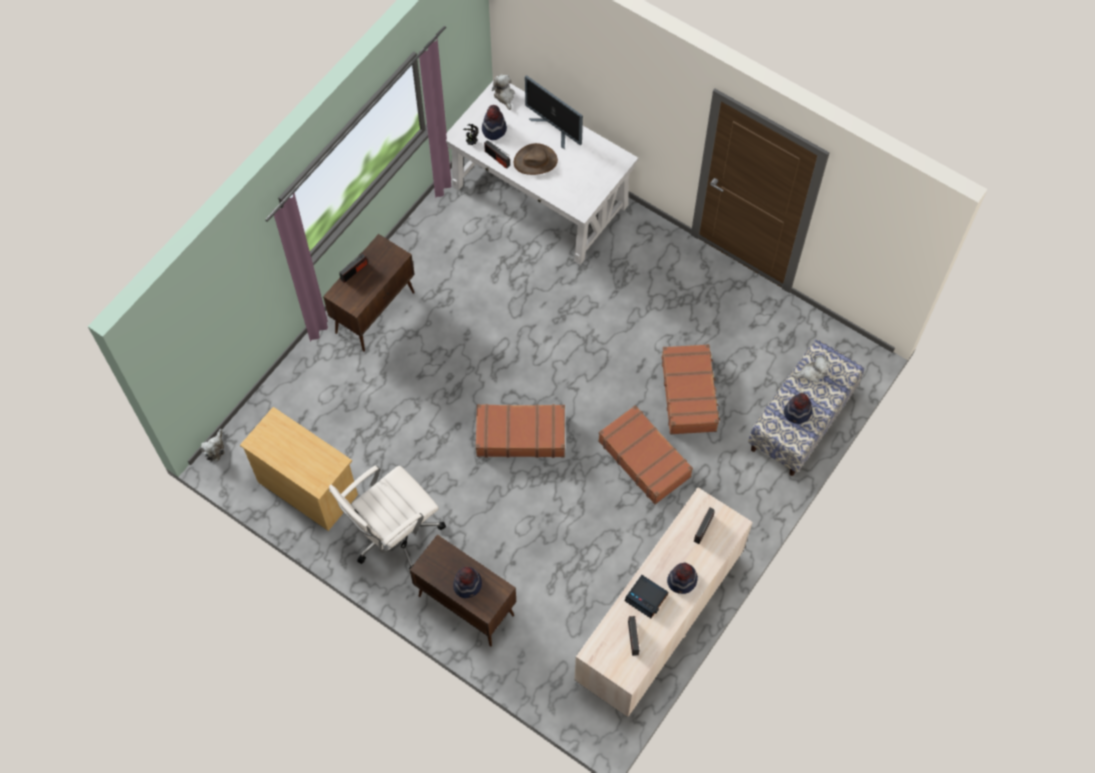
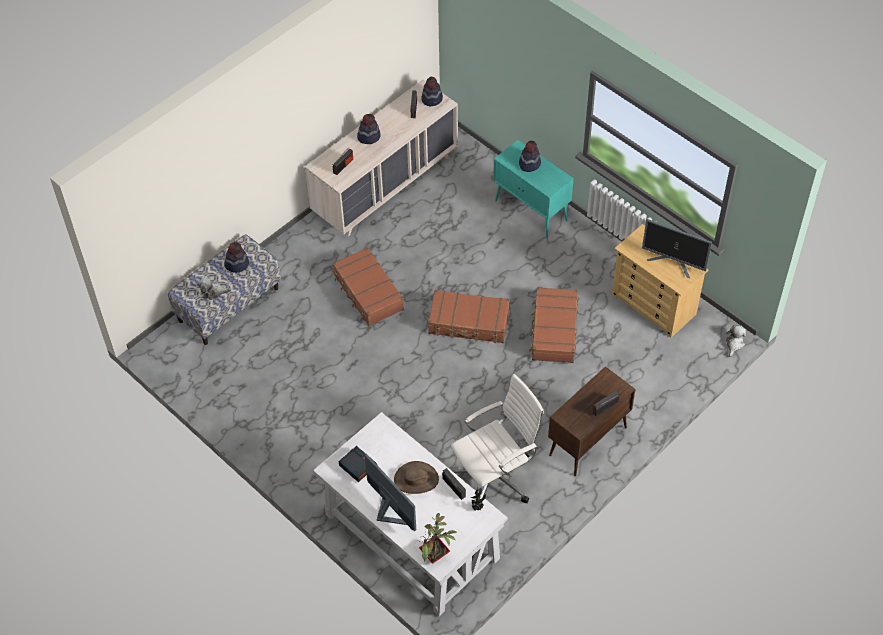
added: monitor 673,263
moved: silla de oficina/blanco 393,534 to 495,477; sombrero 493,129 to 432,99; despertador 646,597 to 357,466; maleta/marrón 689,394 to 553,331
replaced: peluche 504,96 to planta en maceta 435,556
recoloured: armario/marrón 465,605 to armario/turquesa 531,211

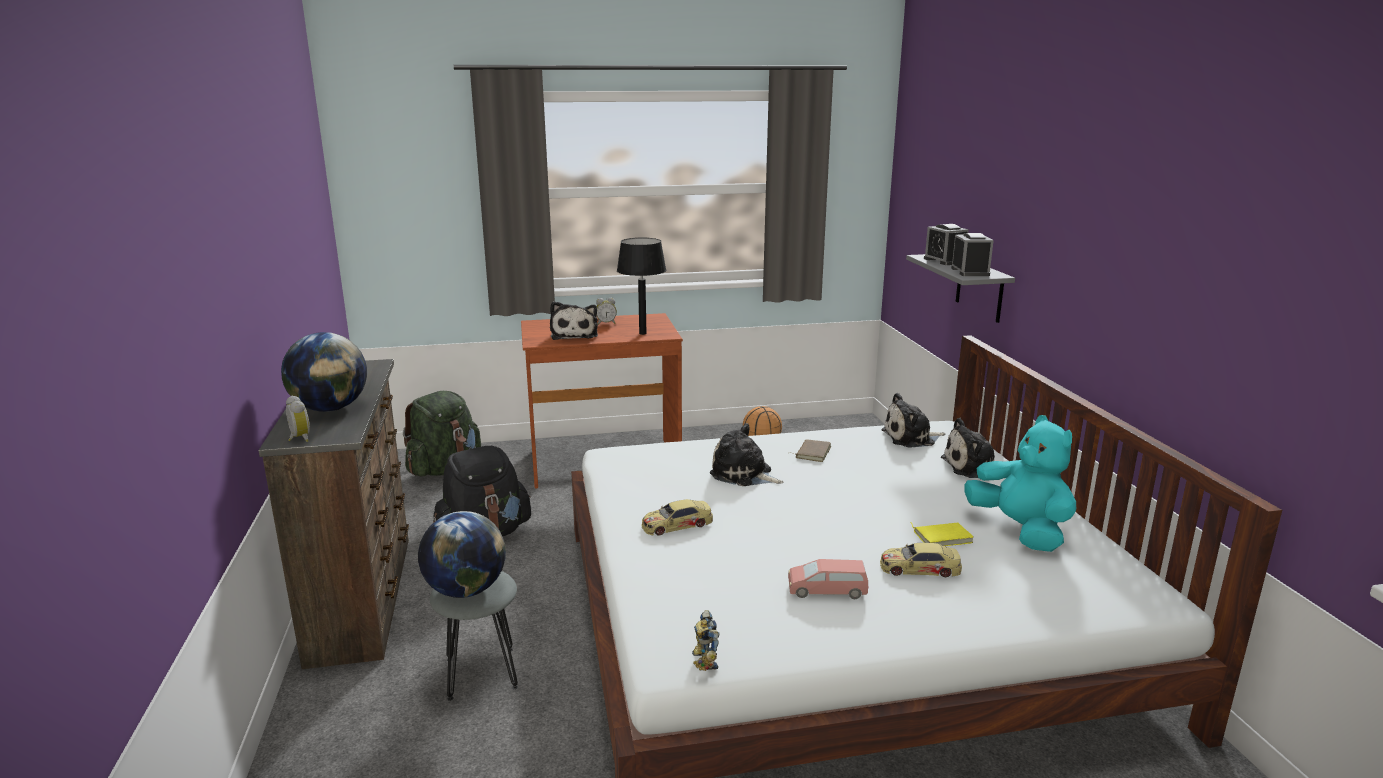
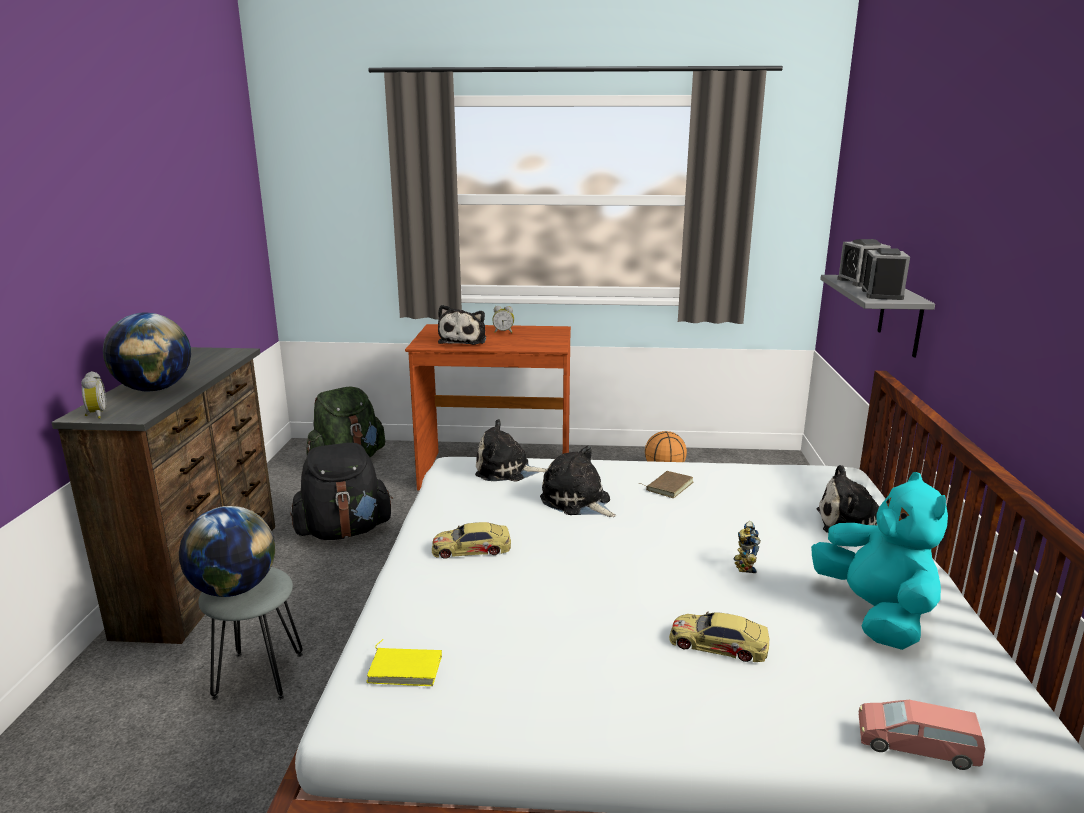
removed: lámpara de mesa/negro 642,333
moved: robot de juguete 702,661 to 742,566; coche de juguete/rosa 827,590 to 916,746; peluche 911,438 to 506,471; libro/amarillo 942,537 to 406,668

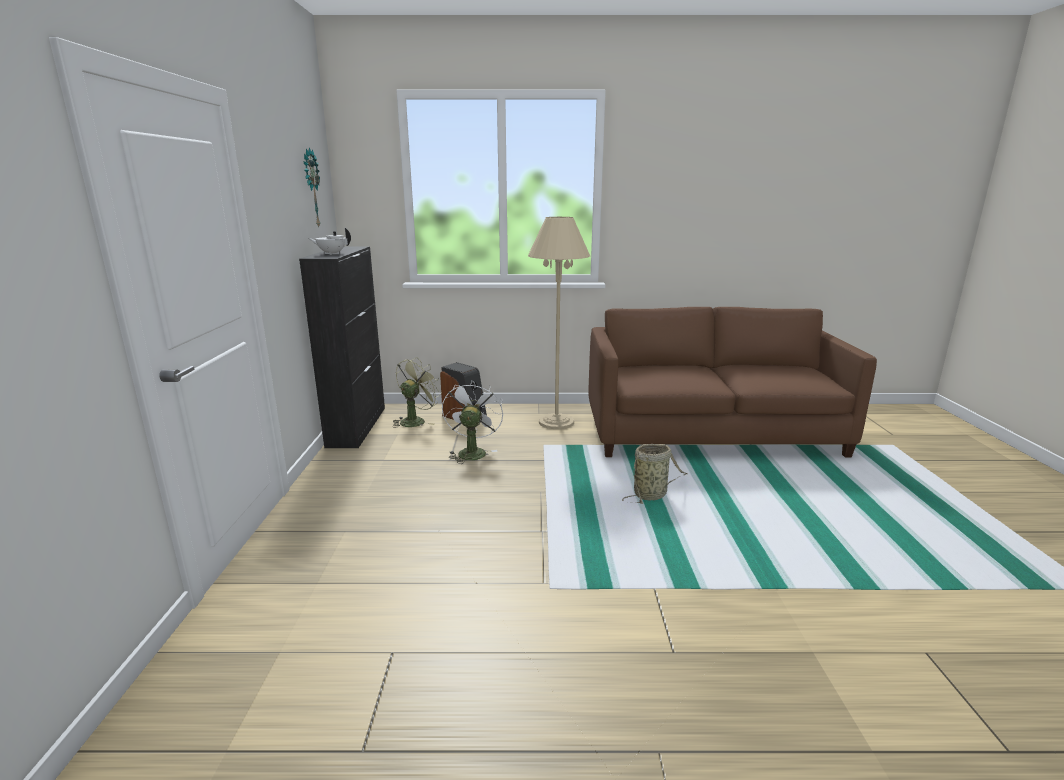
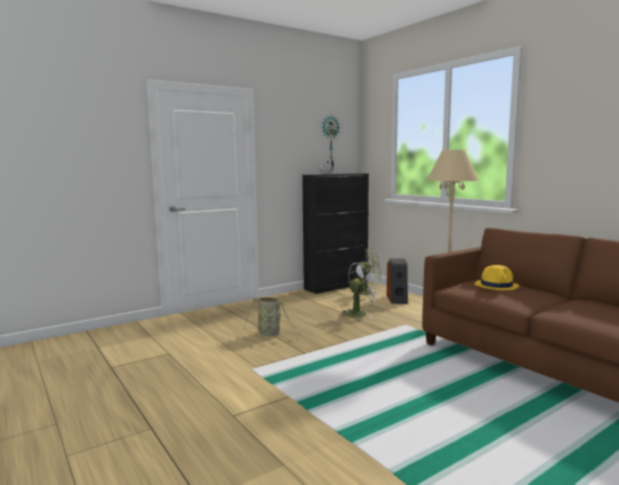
added: sombrero/amarillo 497,285
moved: cesta 651,494 to 271,333

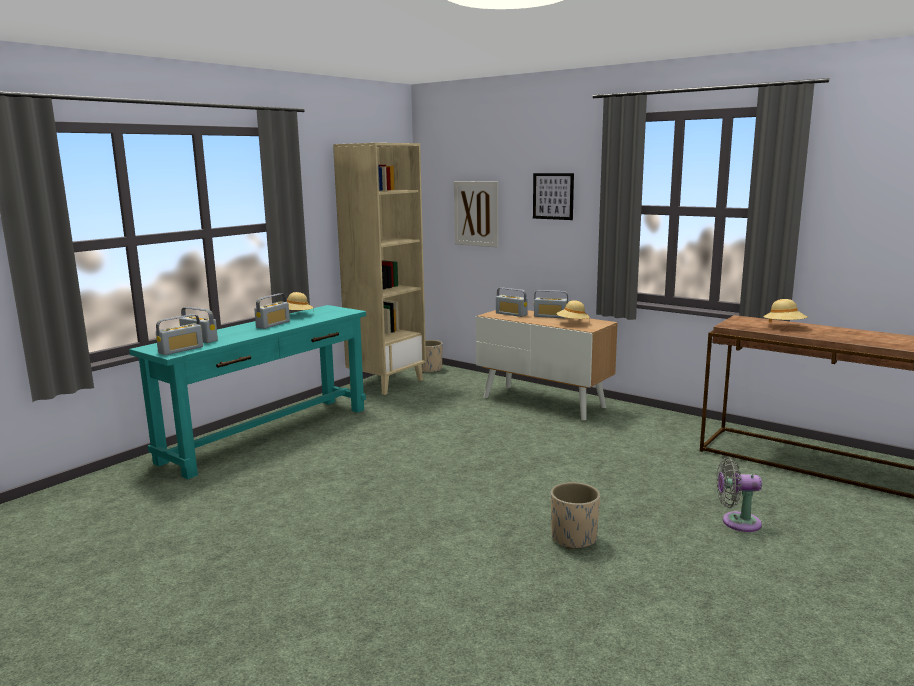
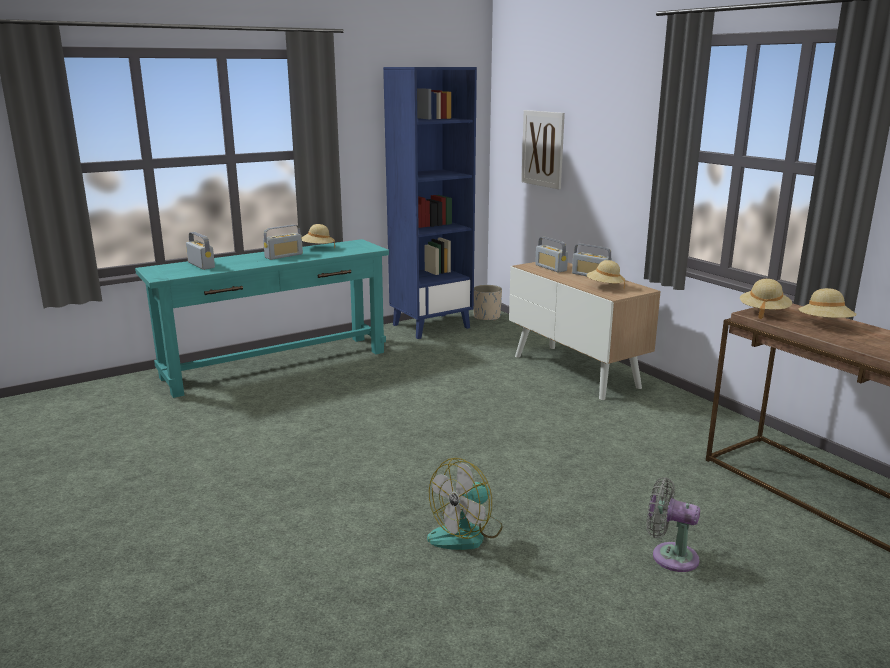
removed: radio 181,350; cuadro 553,196
added: sombrero/beis 763,312
replaced: maceta/beis 574,538 to ventilador 466,533
recoloured: estantería/beis 386,382 to estantería/azul 431,326

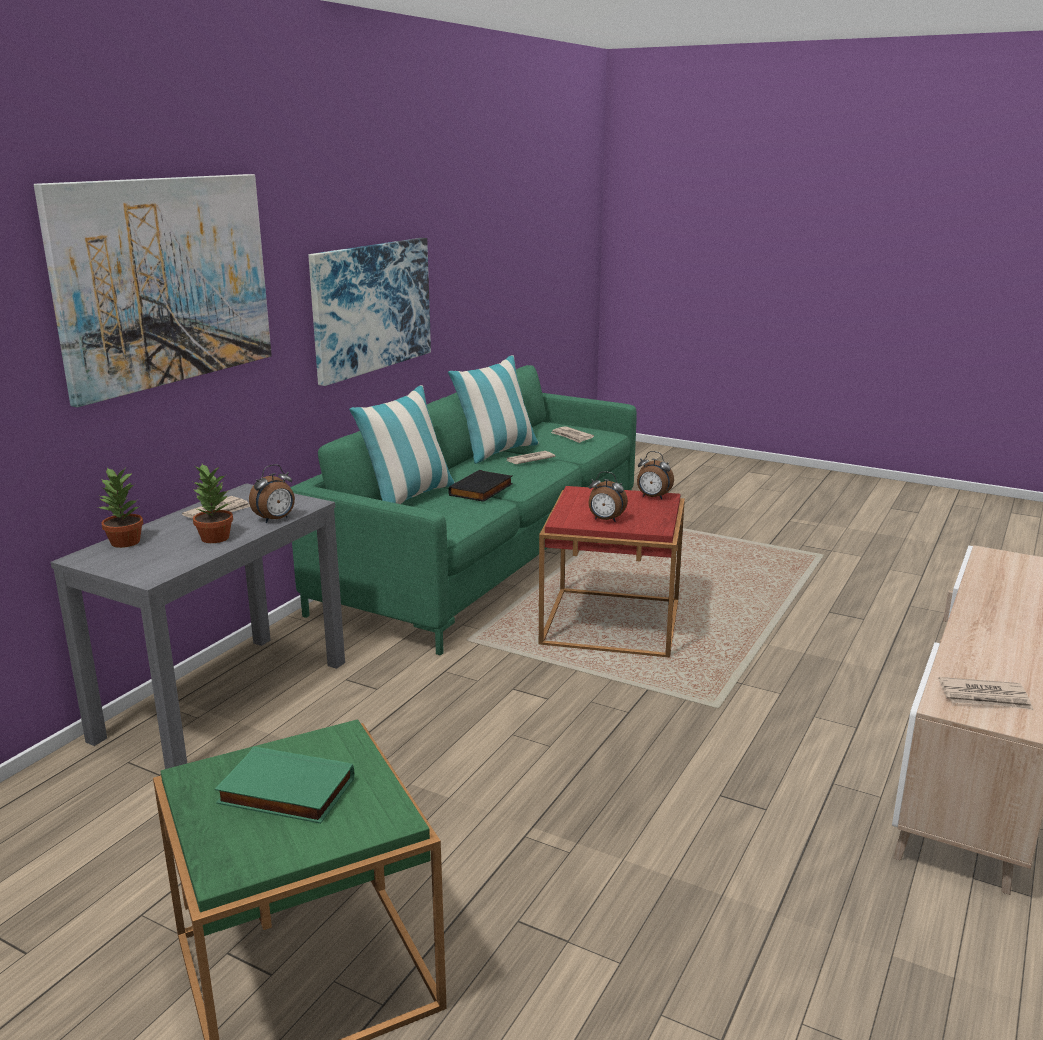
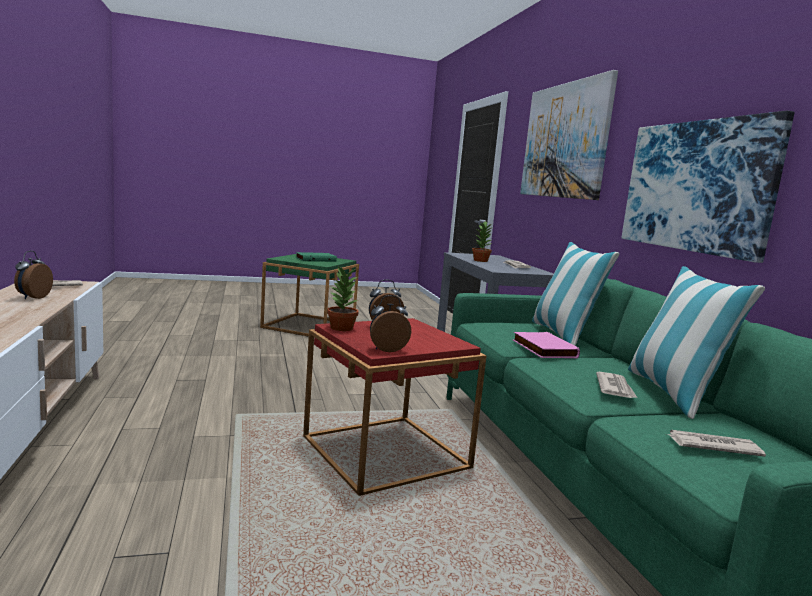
moved: planta en maceta 125,542 to 341,328; despertador 275,519 to 33,297
recoloured: libro/negro 482,490 to libro/rosa 542,349

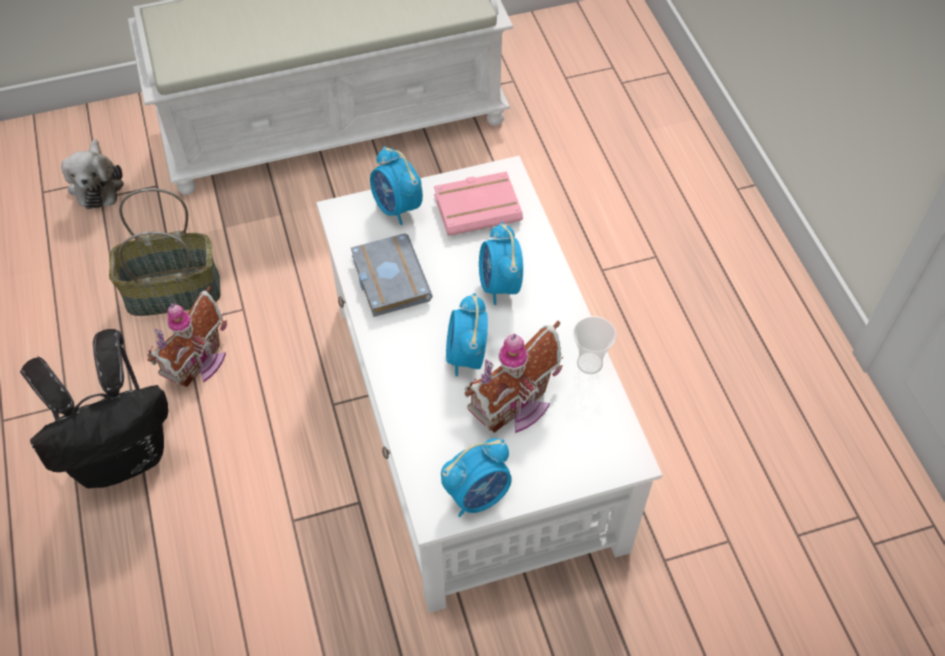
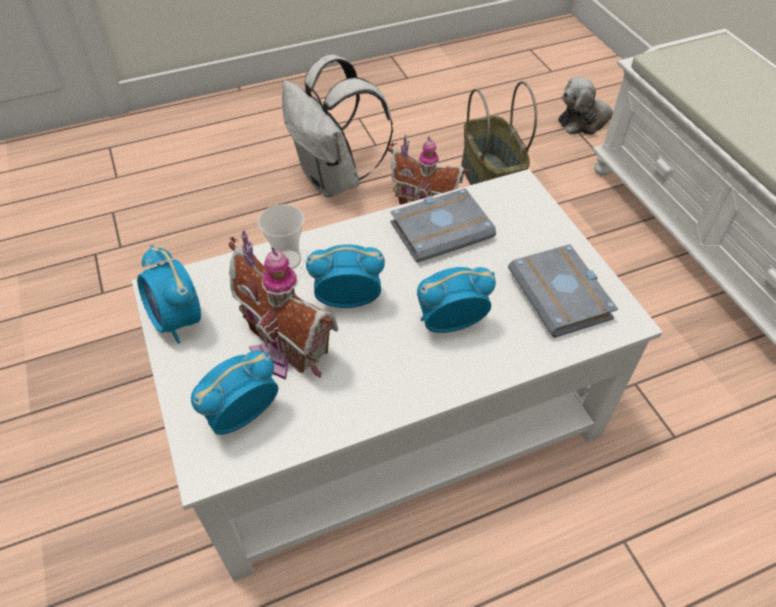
moved: despertador 397,207 to 241,415; taza 589,363 to 287,260
recoloured: mochila/negro 123,455 to mochila/blanco 335,180; libro/rosa 478,206 to libro/gris 563,296

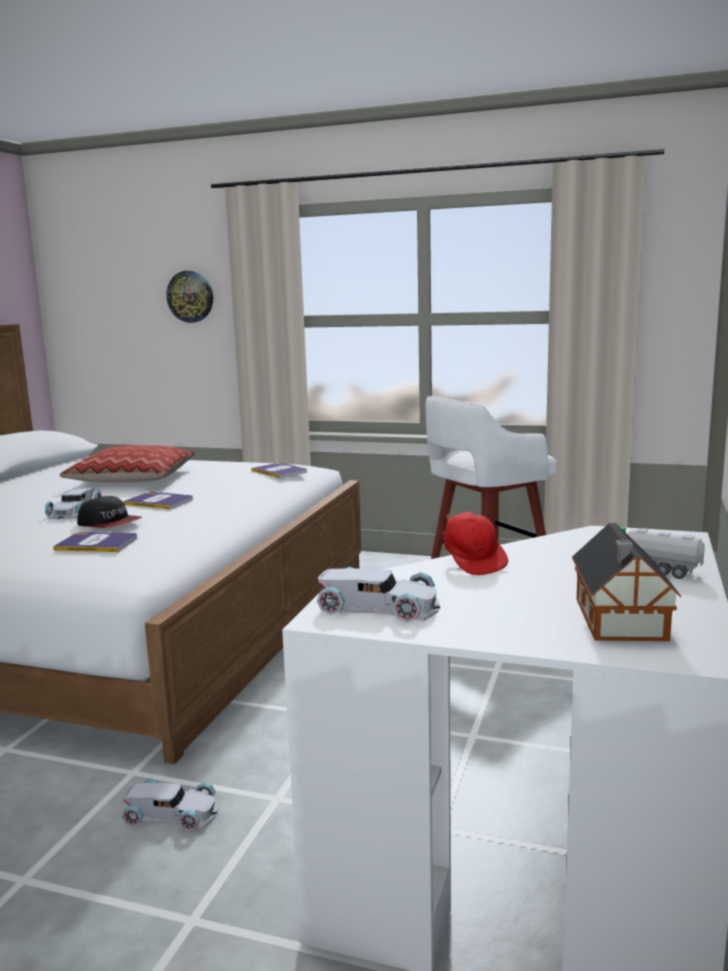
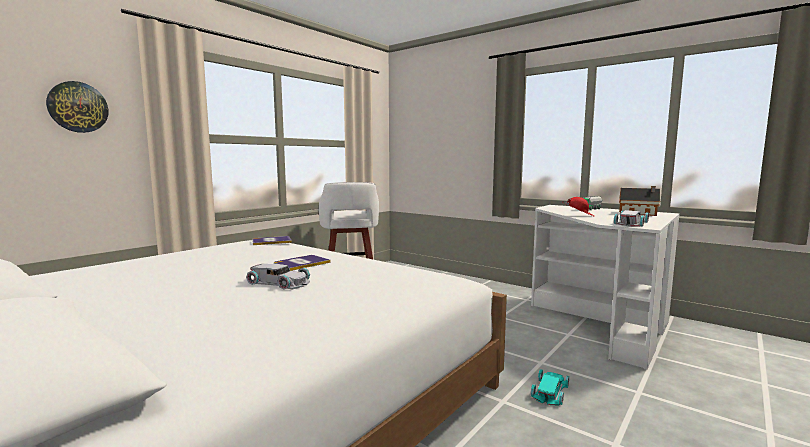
removed: libro 97,543; cojín 132,478; gorra 110,524
recoloured: coche de juguete/blanco 171,813 to coche de juguete/turquesa 551,391

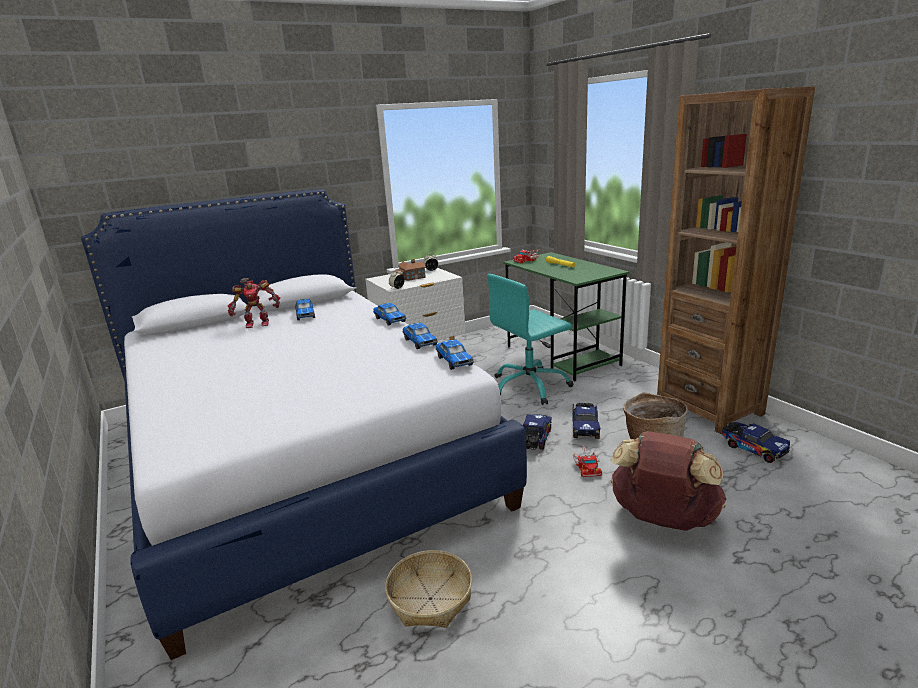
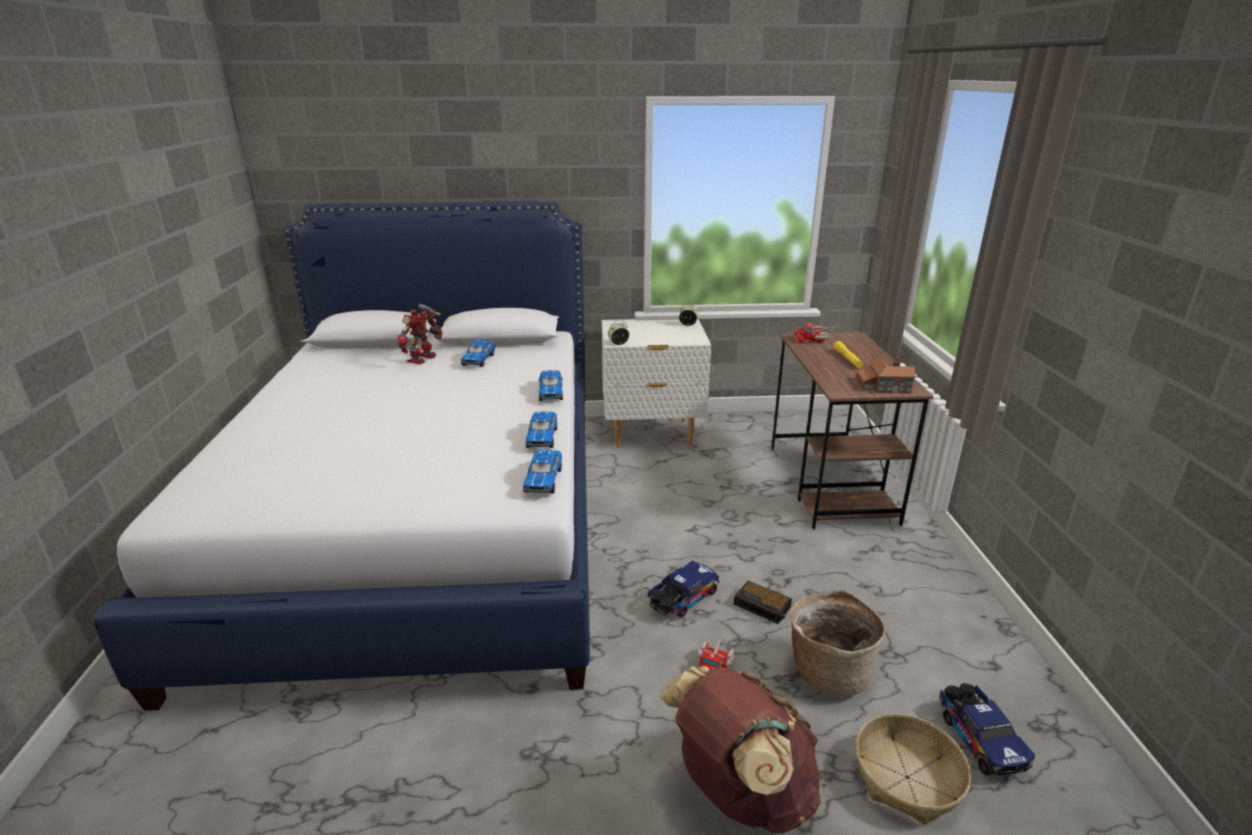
removed: silla de oficina/turquesa 529,387; estantería/marrón 709,408
moved: cesta 430,599 to 907,778; casita 409,277 to 882,386
replaced: camión de juguete 585,428 to despertador 763,606
recoloured: escritorio/verde 562,356 to escritorio/marrón 831,484
turned: robot de juguete 257,323 = 423,359 105 degrees clockwise

